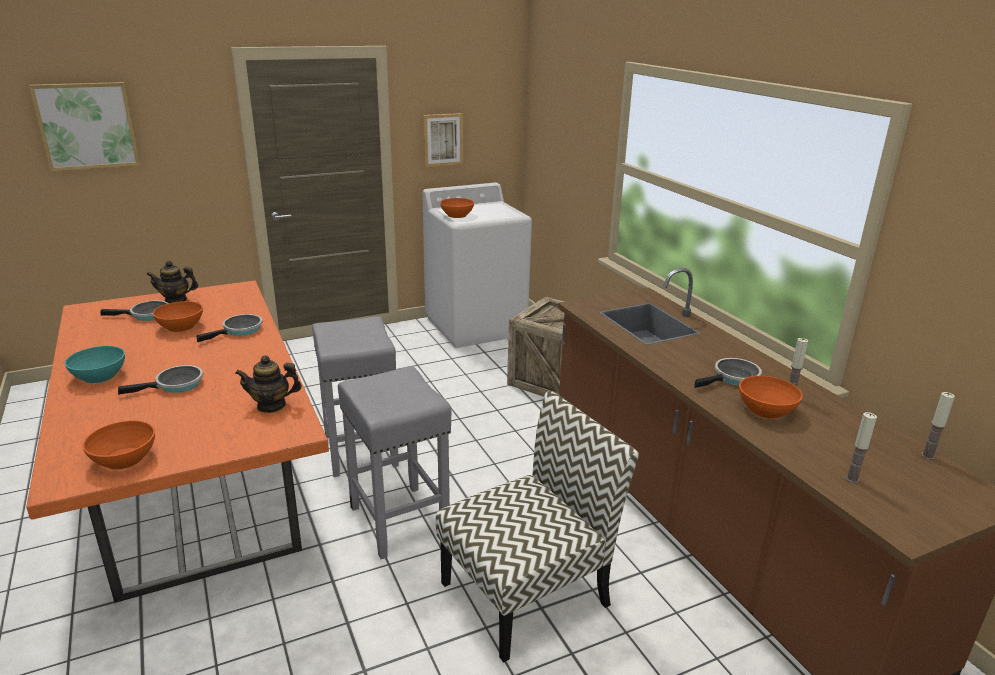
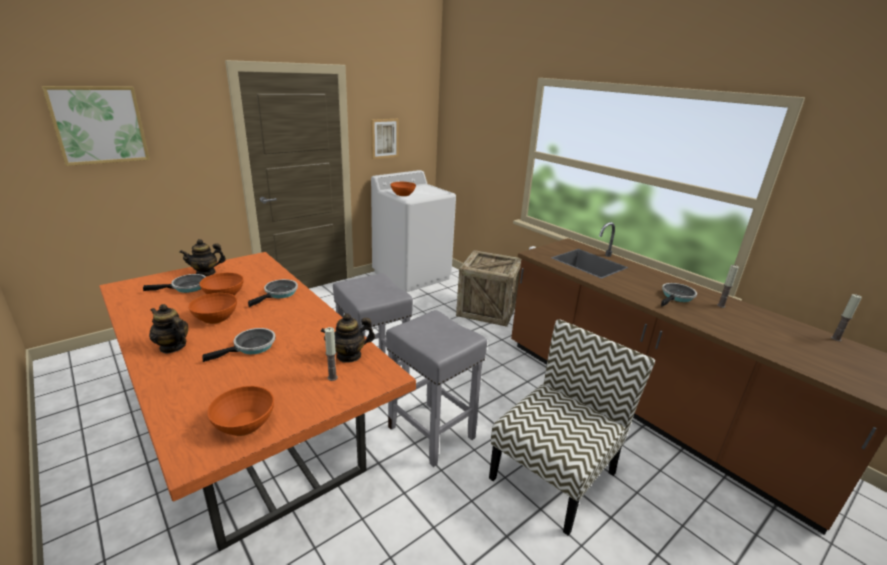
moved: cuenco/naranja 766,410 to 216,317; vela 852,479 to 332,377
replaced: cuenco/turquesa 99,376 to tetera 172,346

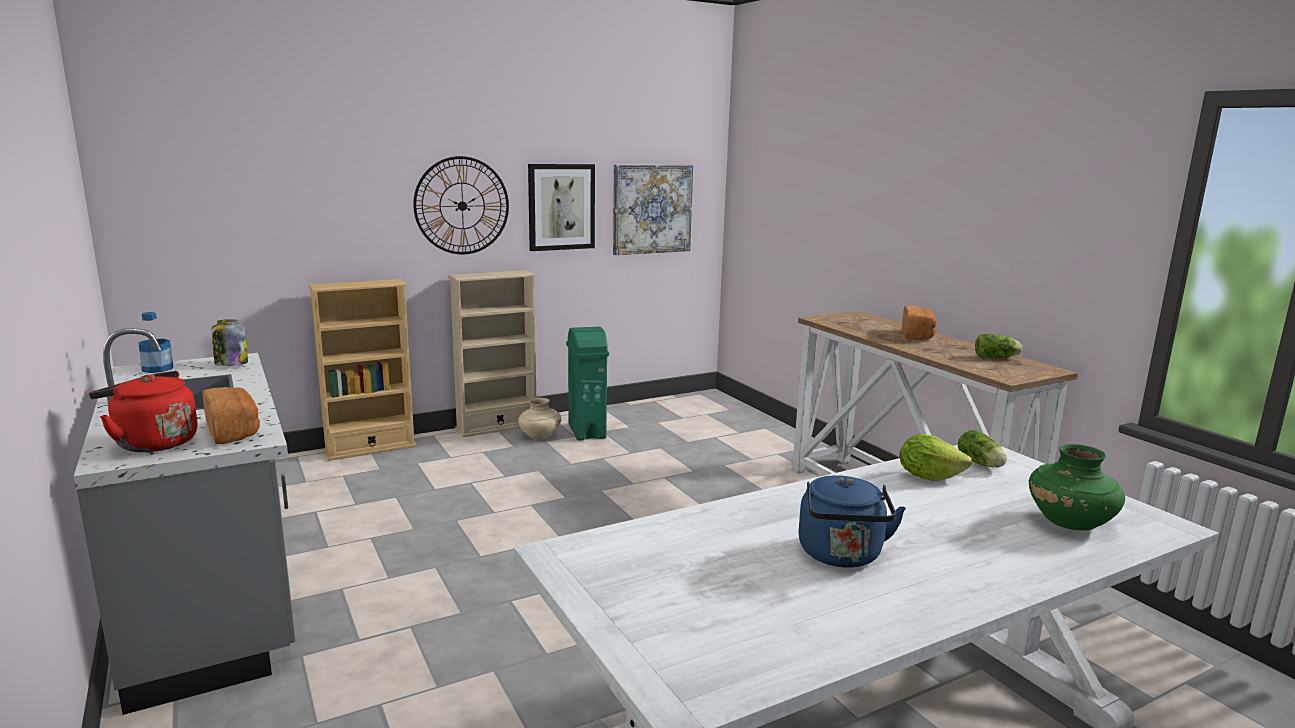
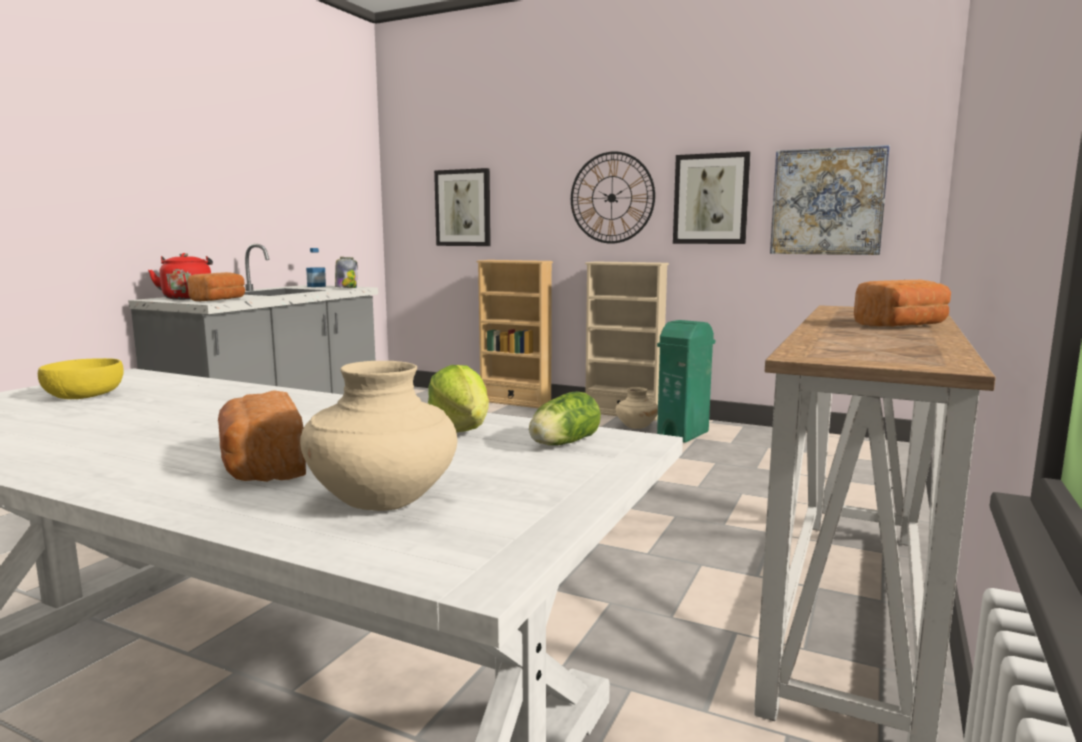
removed: hervidor/azul 841,556; lechuga 997,358
added: cuenco/amarillo 86,396; pan 261,467; cuadro 463,208
recoloured: florero/verde 1069,523 to florero/beis 384,501

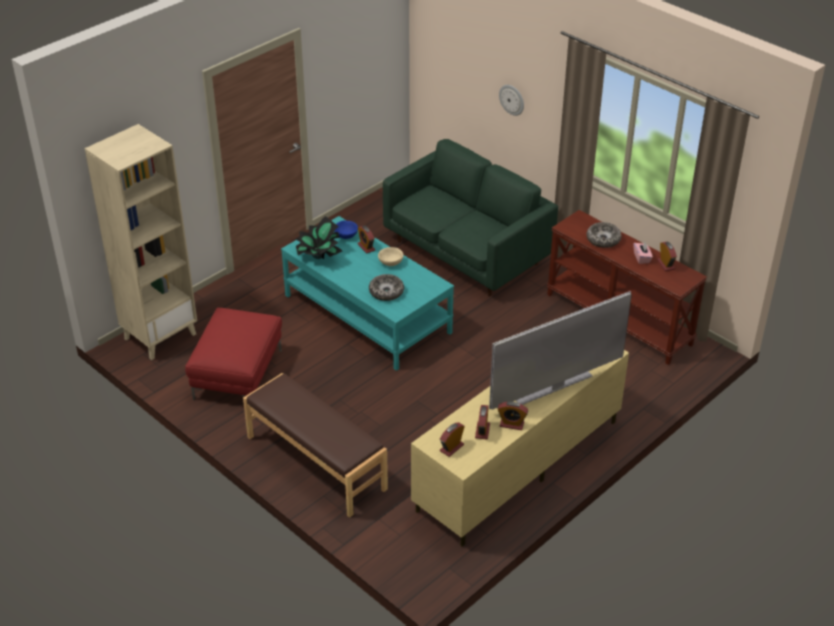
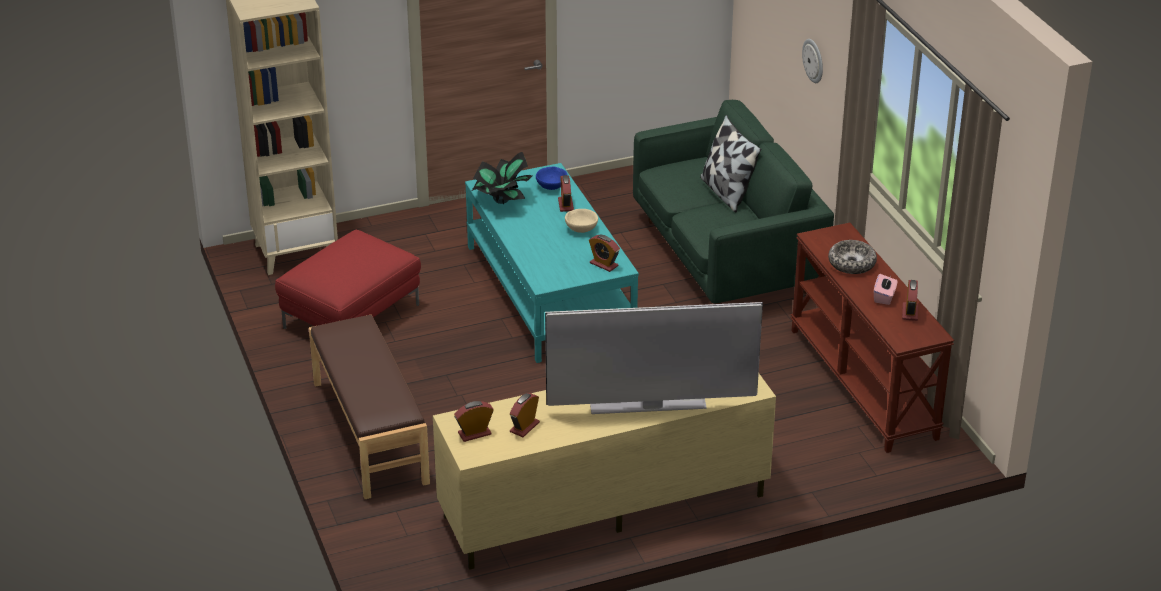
removed: cuenco 386,292
added: cojín 726,193
moved: despertador 511,424 to 604,264

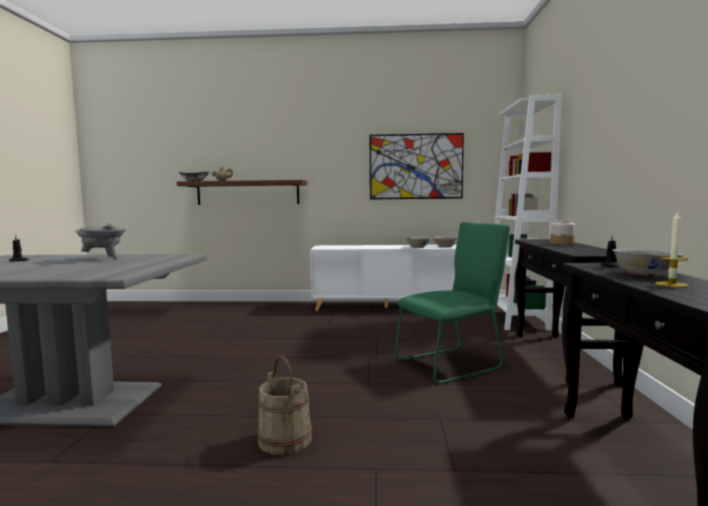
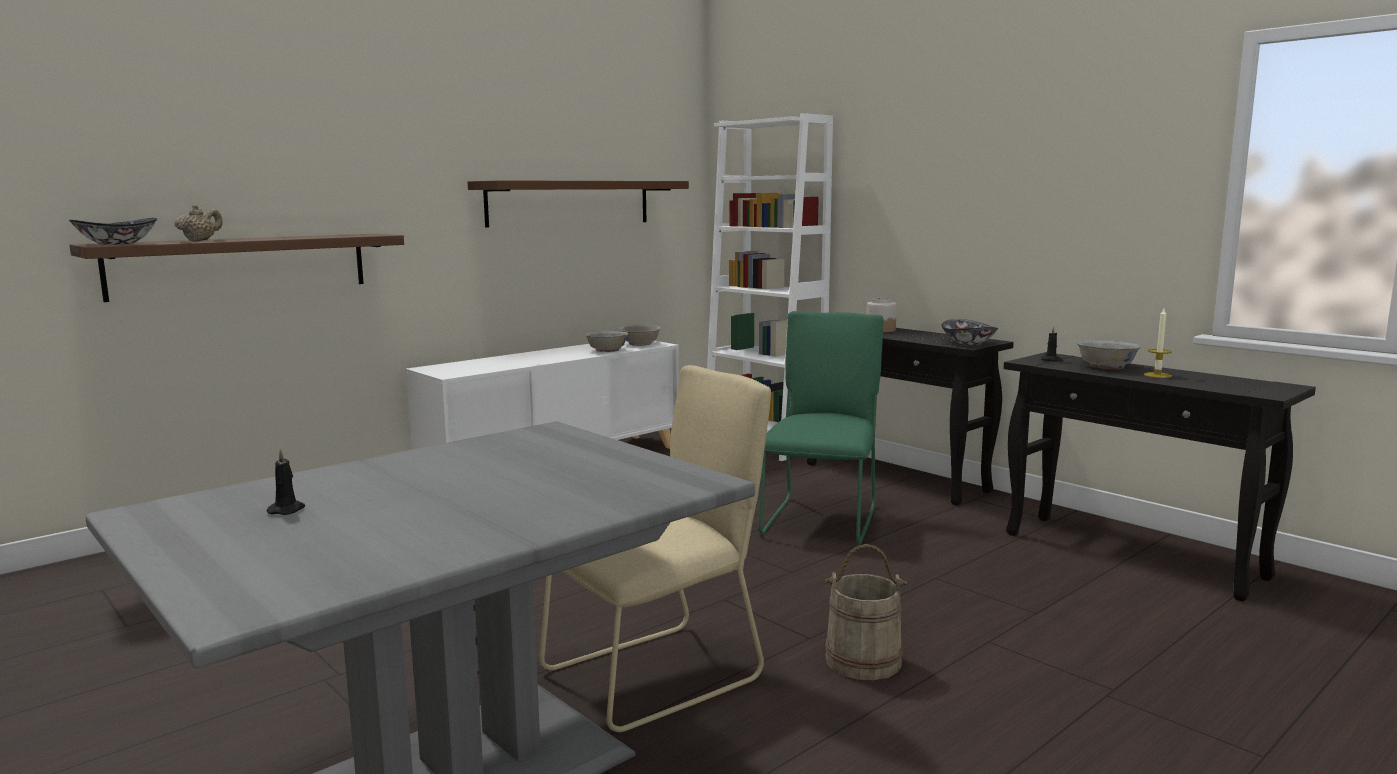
removed: olla/gris 104,259
added: silla/beis 661,672; cuenco 969,343
replaced: cuadro 416,166 to estante/marrón 570,203

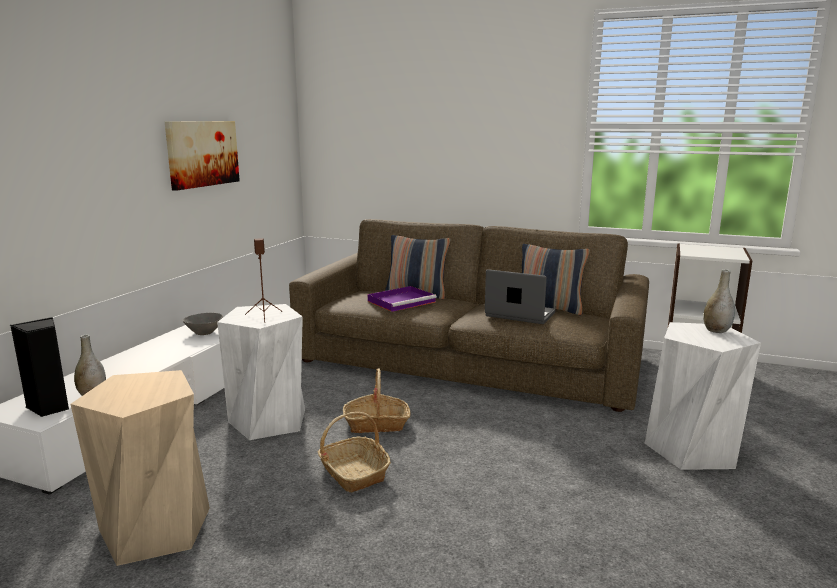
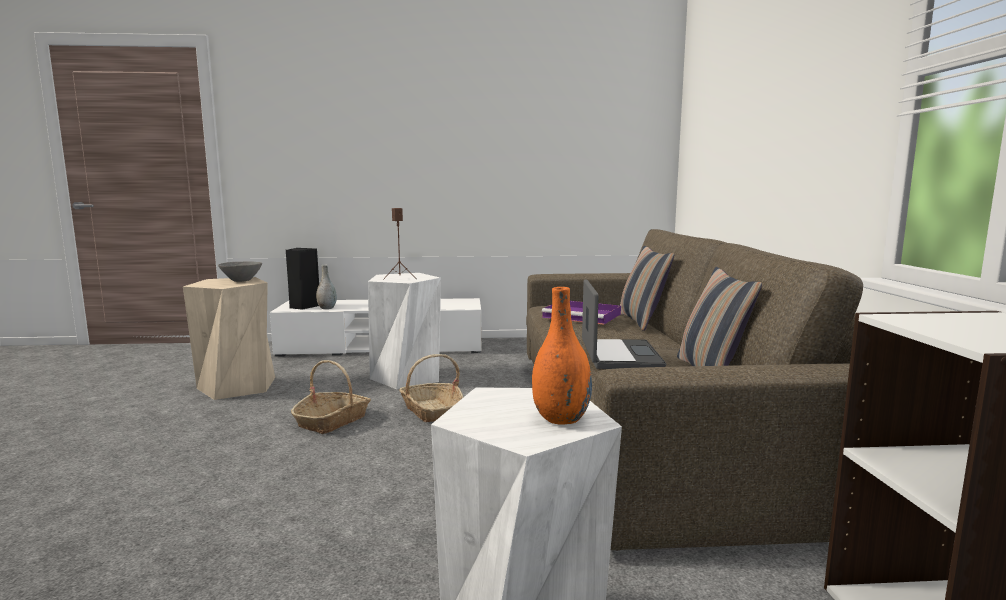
removed: cuadro 202,153
moved: cuenco/gris 204,332 to 241,280
recoloured: florero/gris 716,331 to florero/naranja 561,418

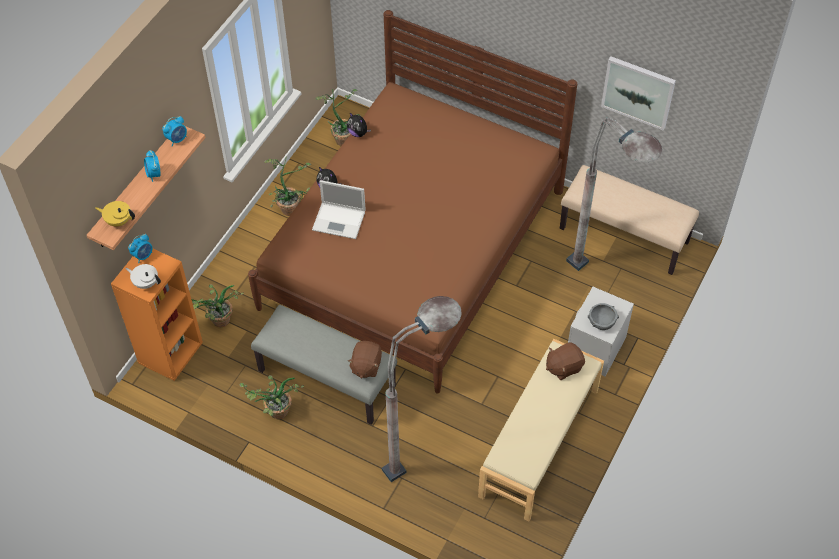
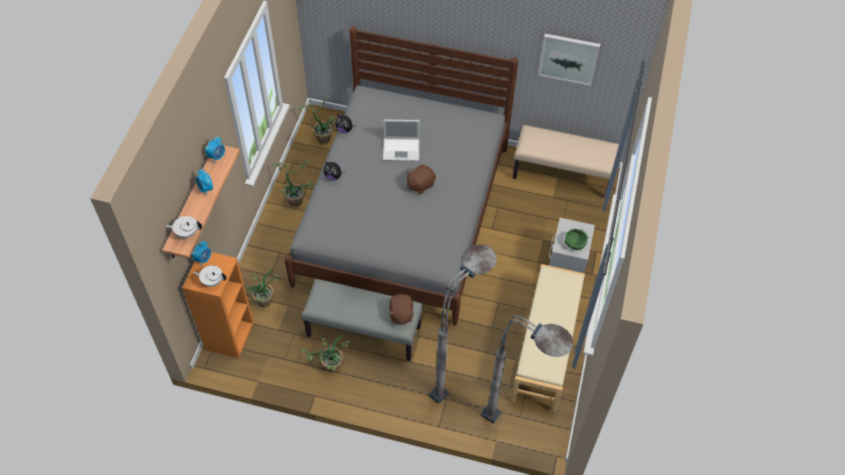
moved: portátil 340,220 to 402,149; peluche/marrón 563,367 to 420,184; lámpara de pie/gris 602,282 to 517,431
recoloured: tetera/amarillo 118,220 to tetera/blanco 186,233; cama/marrón 413,248 to cama/gris 403,214; cuenco/gris 602,321 to cuenco/verde 575,243

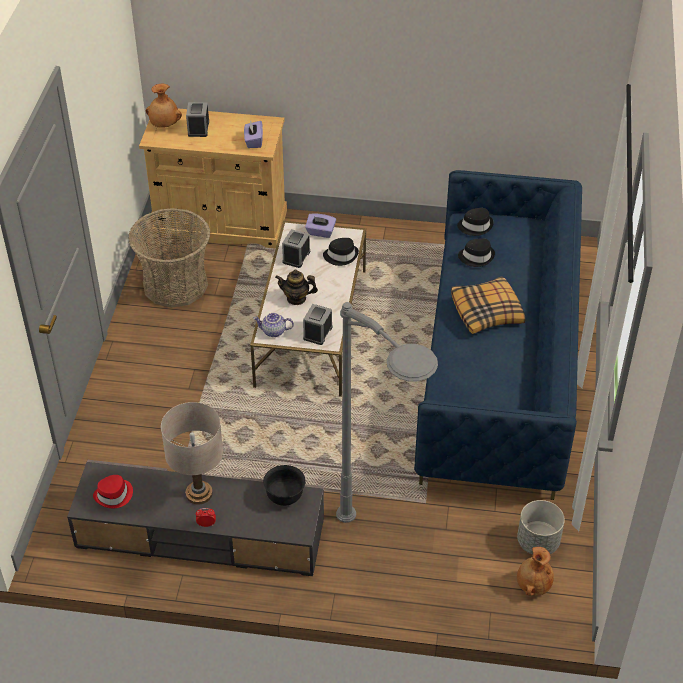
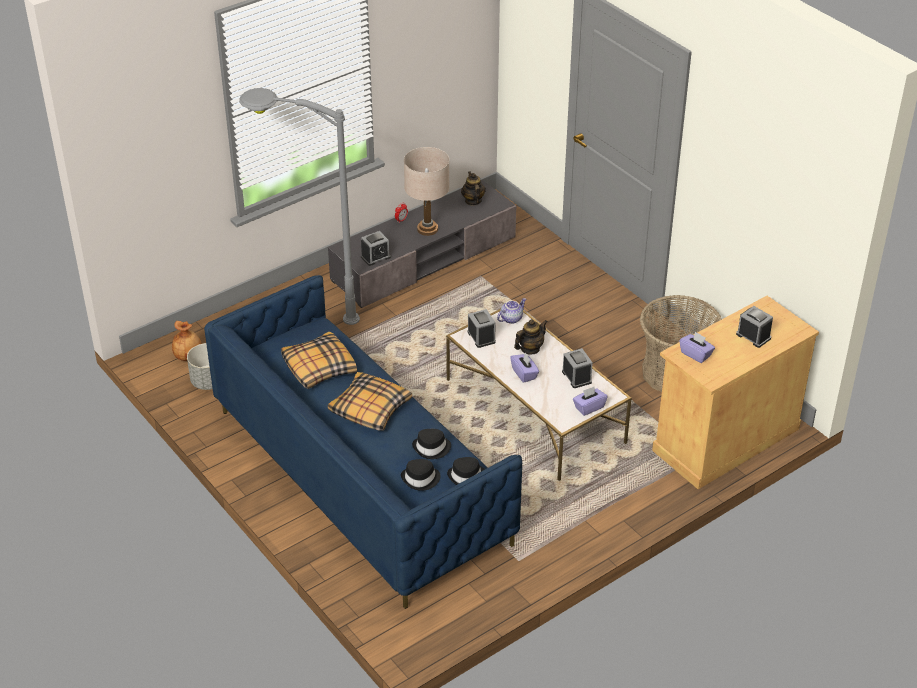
removed: florero/marrón 164,125
added: cojín 318,367; caja de pañuelos/morado 524,374
moved: sombrero/negro 341,255 to 421,479
replaced: sombrero/rojo 114,495 to tetera 473,201; cuenco/negro 285,497 to despertador 375,257

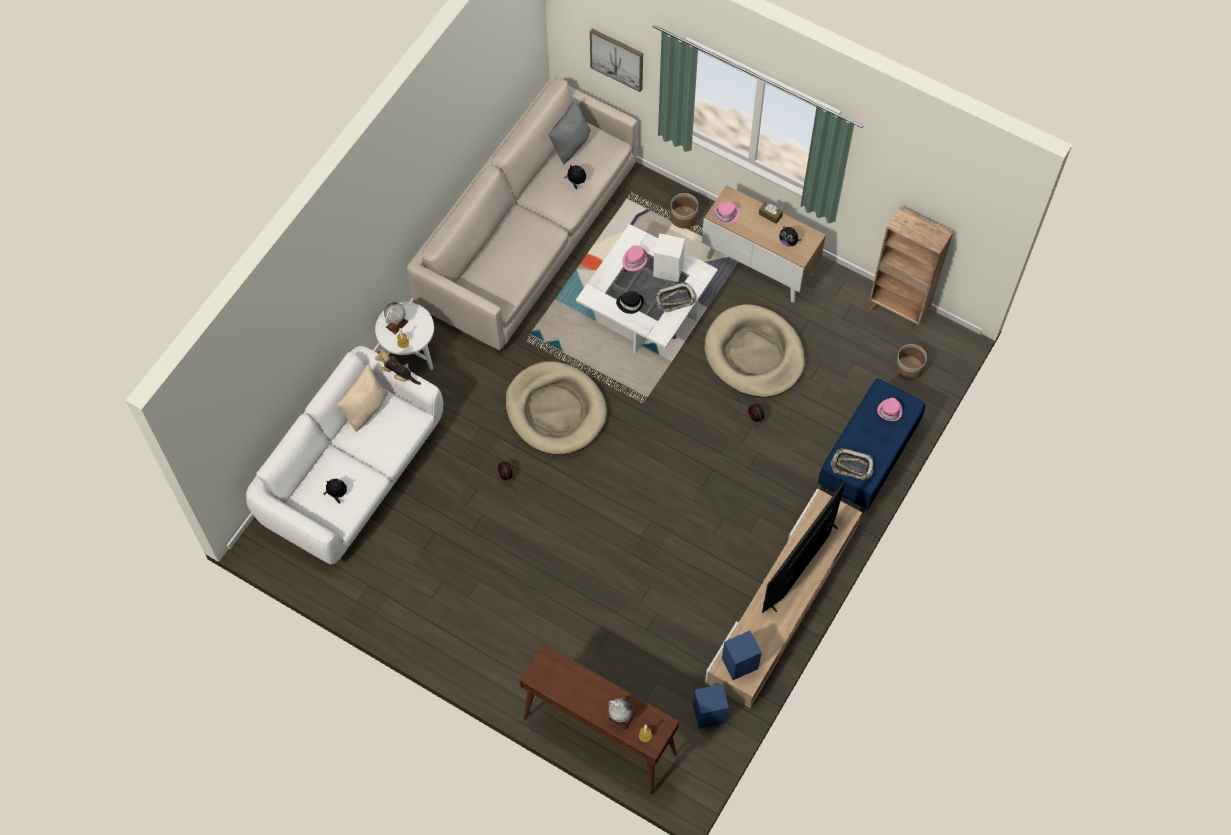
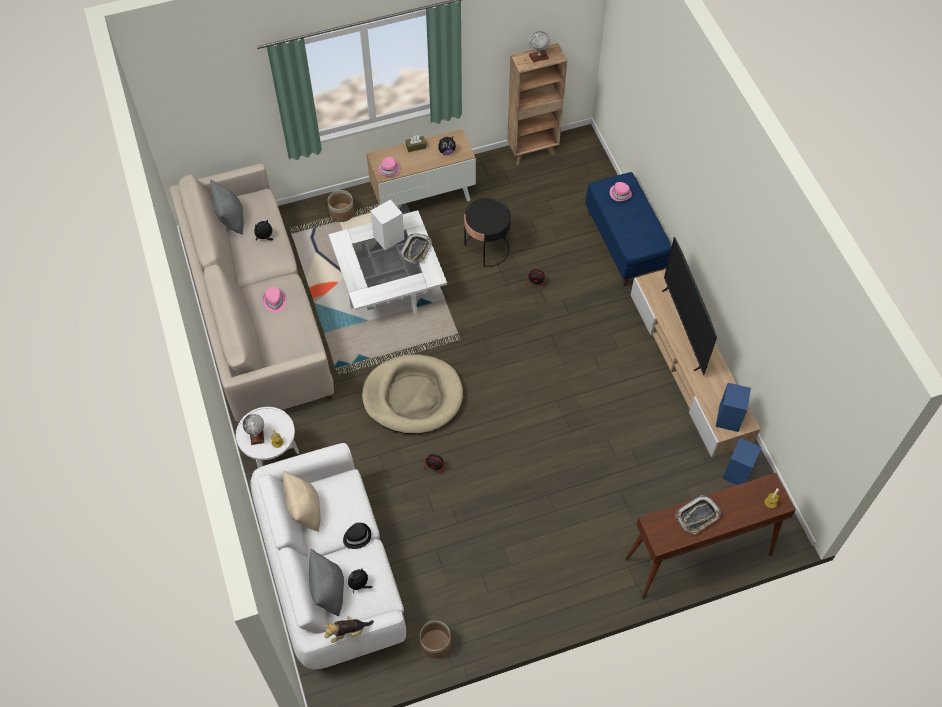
removed: cuadro 617,59
added: cojín/gris 328,591
moved: peluche 398,374 to 348,632; globo terráqueo 620,718 to 538,56; sombrero/negro 630,303 to 357,536; sombrero/rosa 634,260 to 274,301; bandeja 851,466 to 697,516; maceta 909,368 to 435,643
replaced: cama para perro/beis 754,354 to mesa auxiliar/negro 487,249

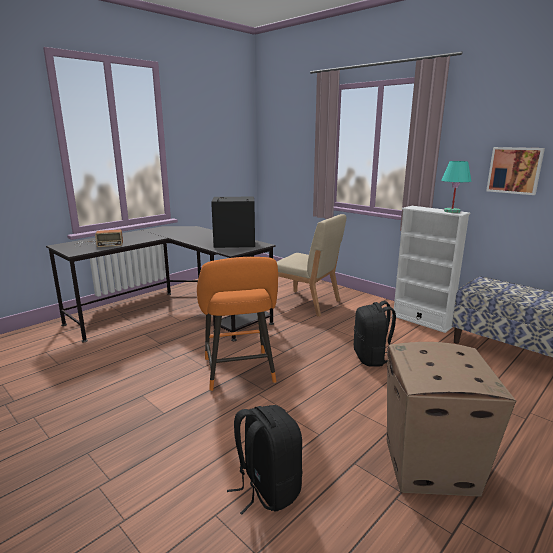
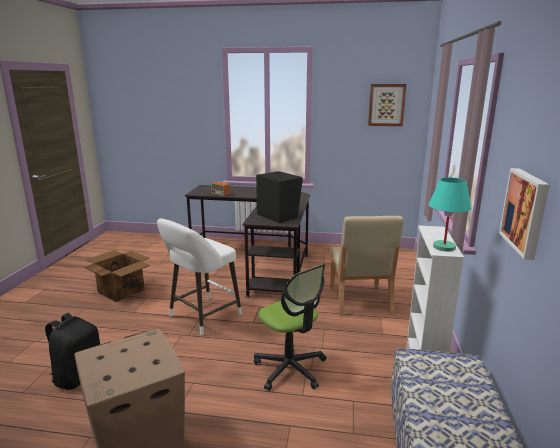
added: caja de cartón 121,290; cuadro 386,105
replaced: mochila/negro 372,358 to silla de oficina 290,368
recoloured: taburete/naranja 239,373 to taburete/blanco 202,317

